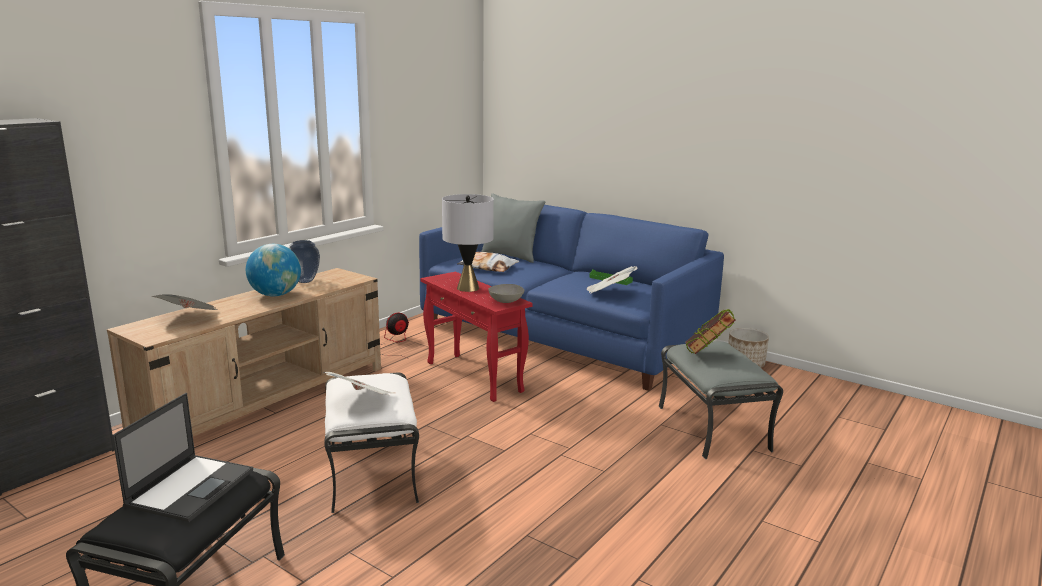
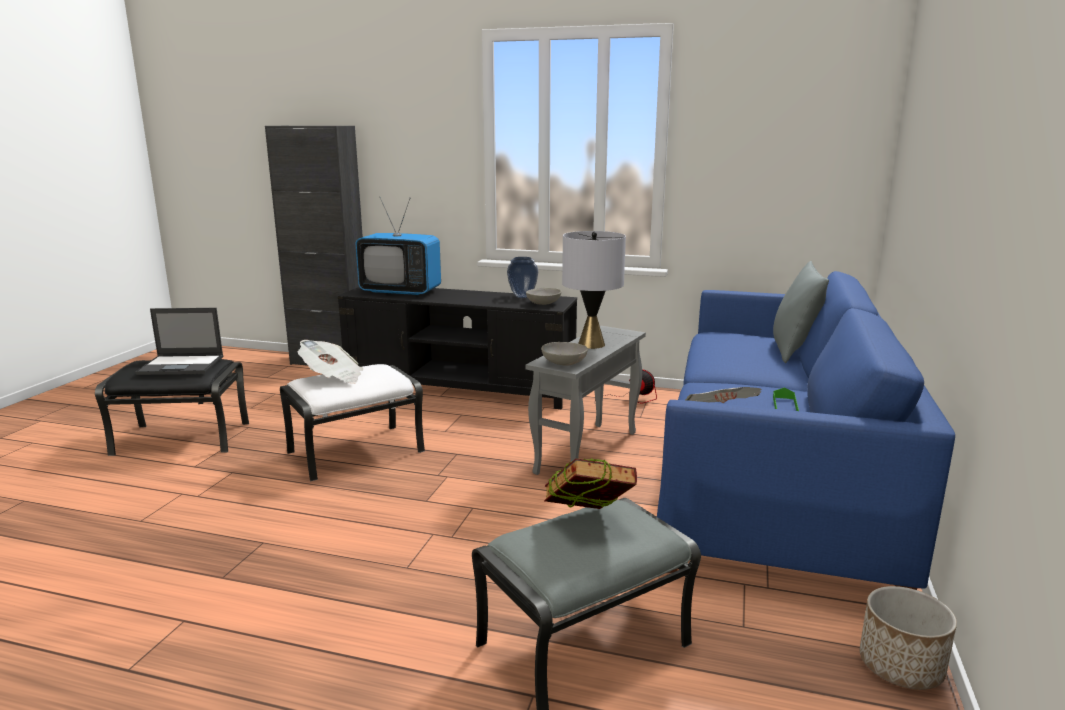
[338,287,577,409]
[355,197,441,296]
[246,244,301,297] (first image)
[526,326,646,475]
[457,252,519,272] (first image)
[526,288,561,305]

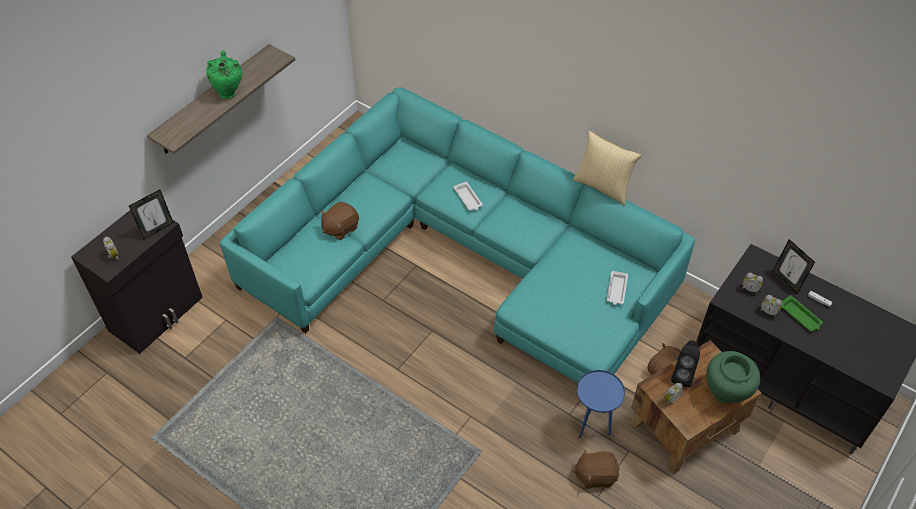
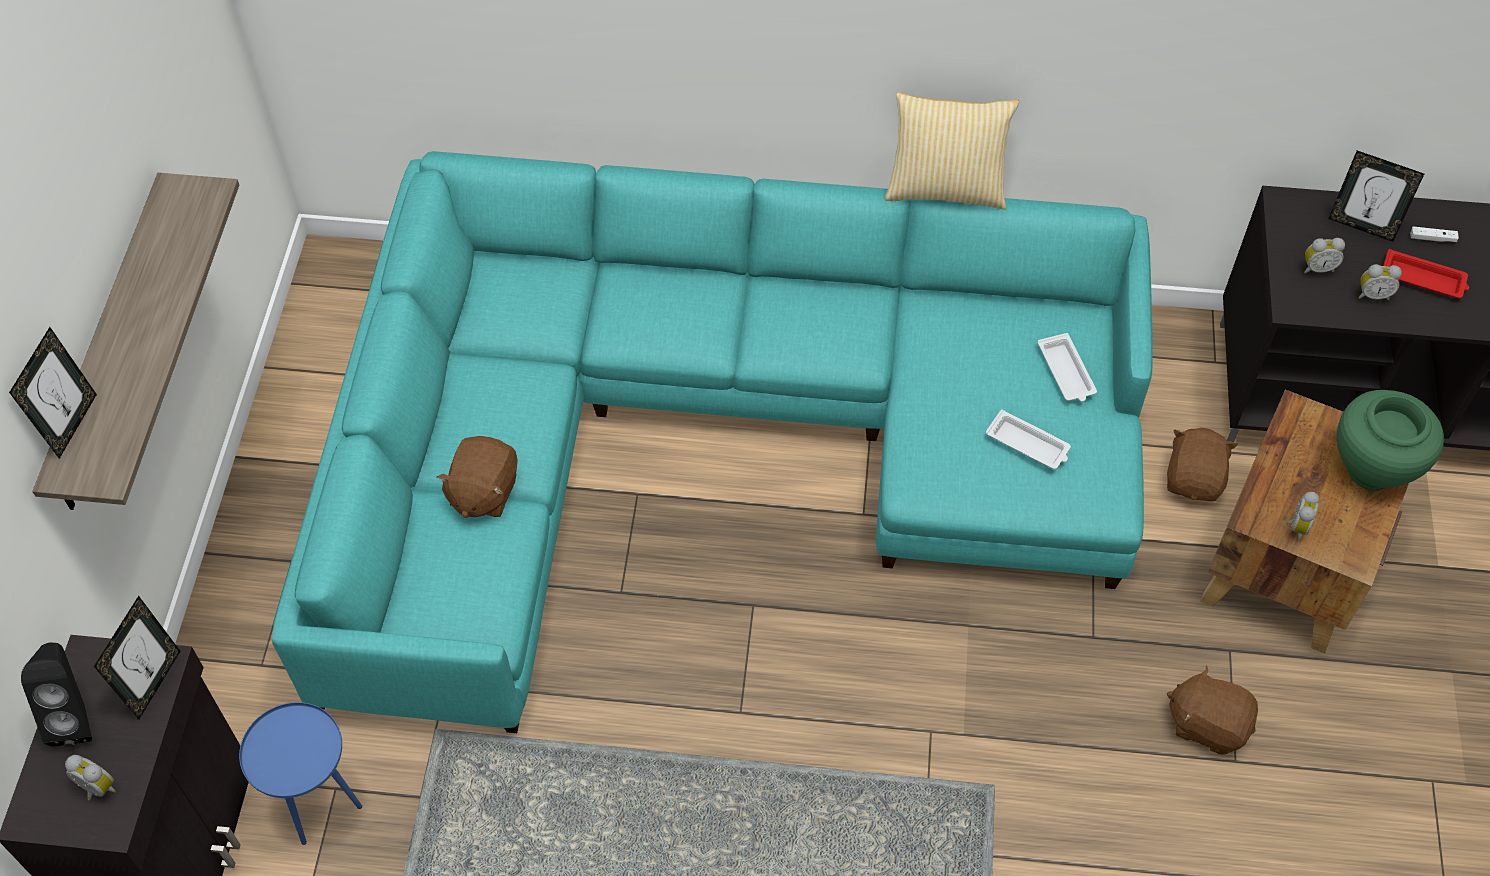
[206,50,242,99] (first image)
[986,410,1071,469]
[1167,665,1258,755]
[239,702,362,845]
[21,642,92,747]
[1383,249,1469,298]
[9,327,97,459]

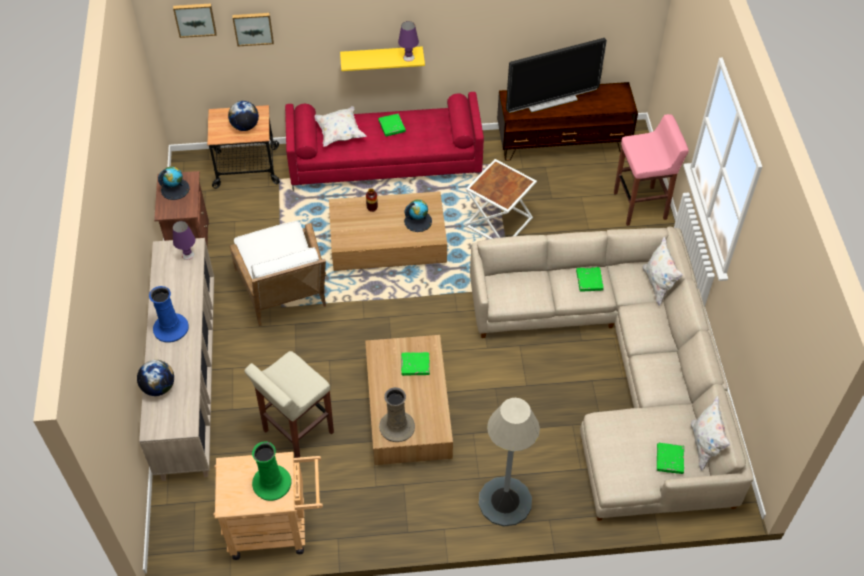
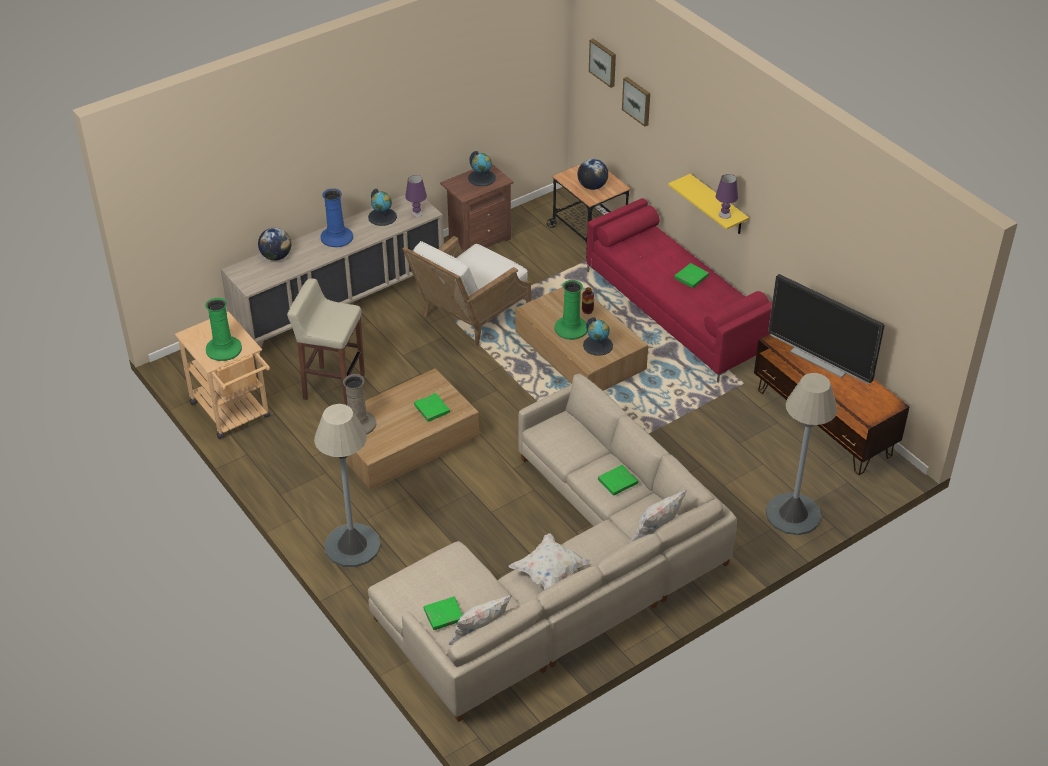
[509,533,591,590]
[464,159,537,239] (first image)
[766,373,837,535]
[368,189,397,226]
[554,280,587,340]

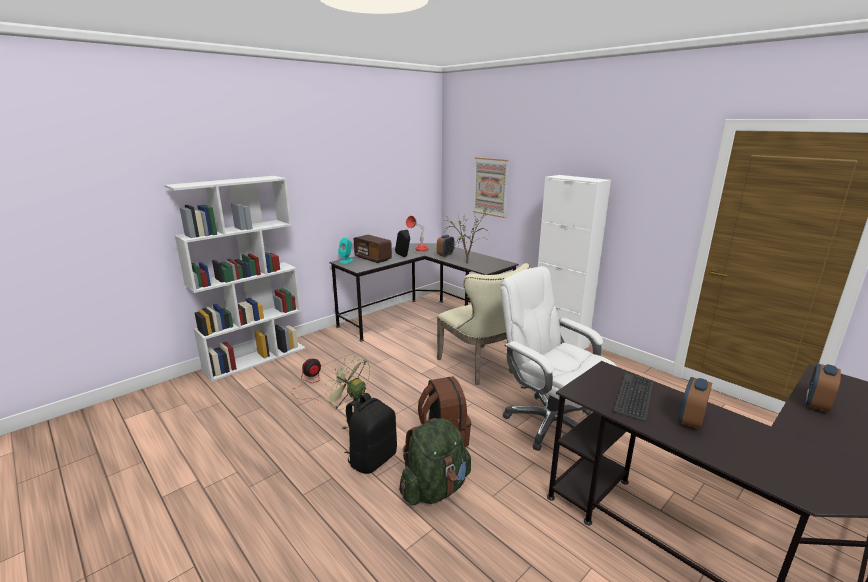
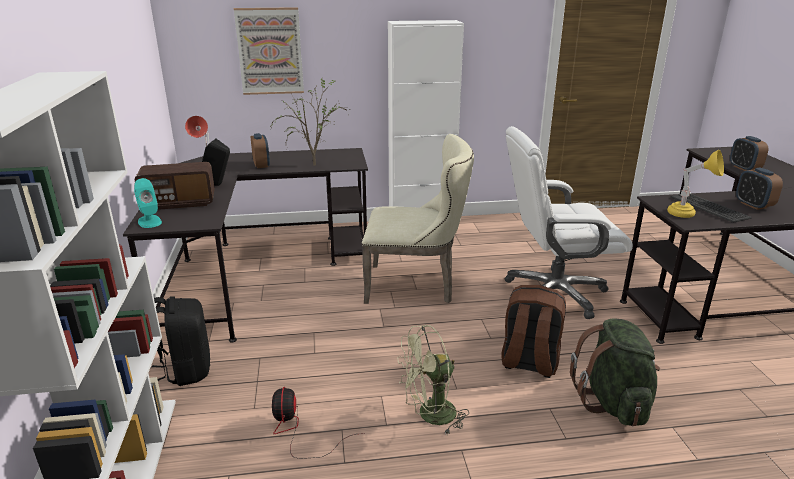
[152,297,210,386]
[667,150,724,218]

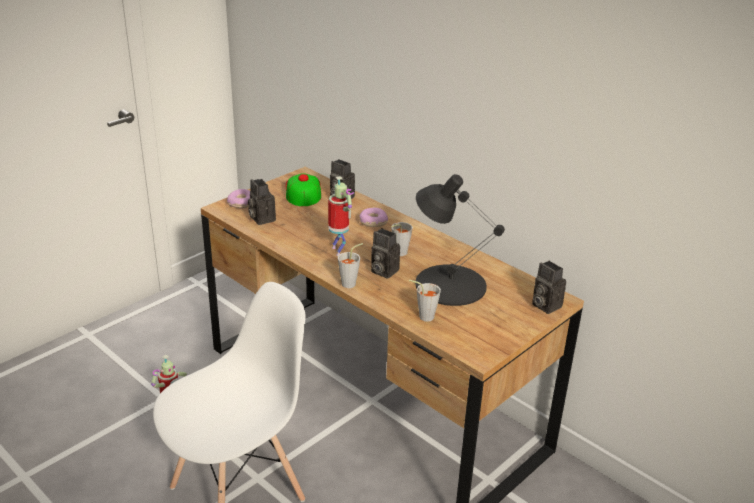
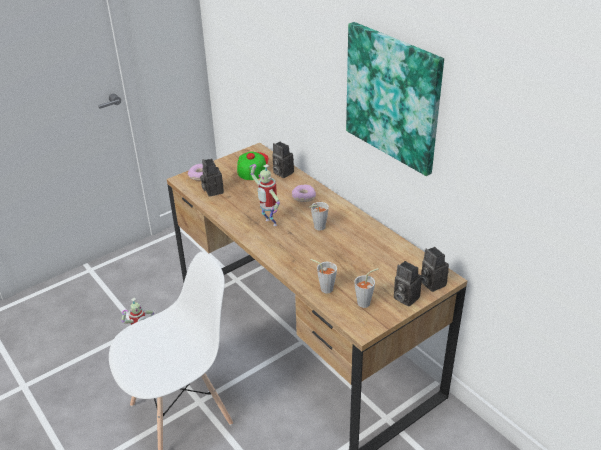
[250,164,280,226]
[354,268,378,308]
[394,261,422,307]
[415,174,505,306] (first image)
[346,22,444,176]

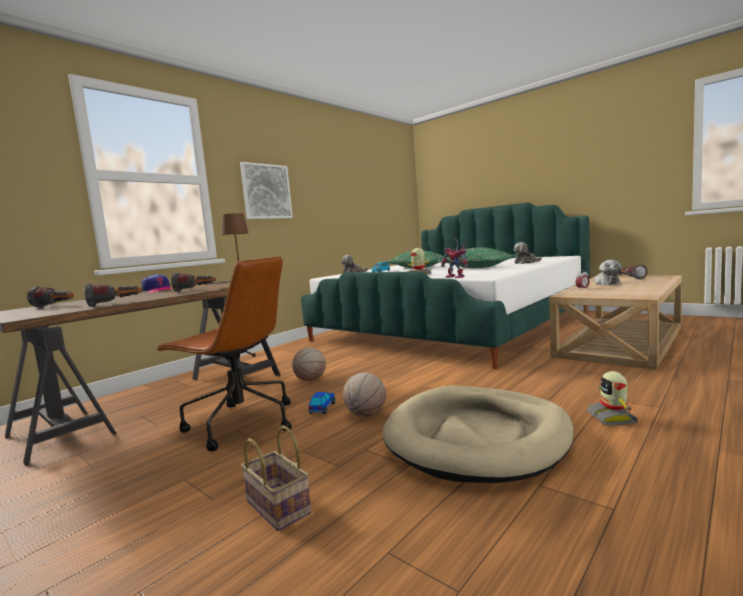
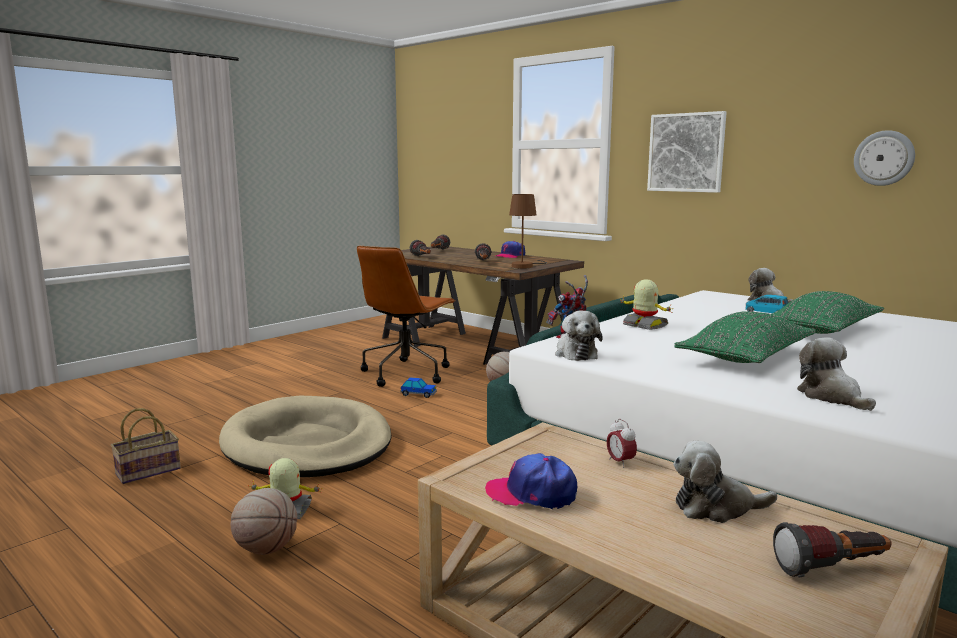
[111,408,181,484]
[231,488,297,555]
[485,453,577,510]
[555,310,603,361]
[854,130,915,186]

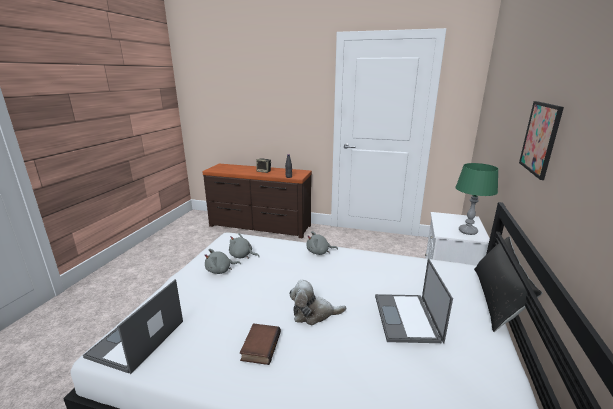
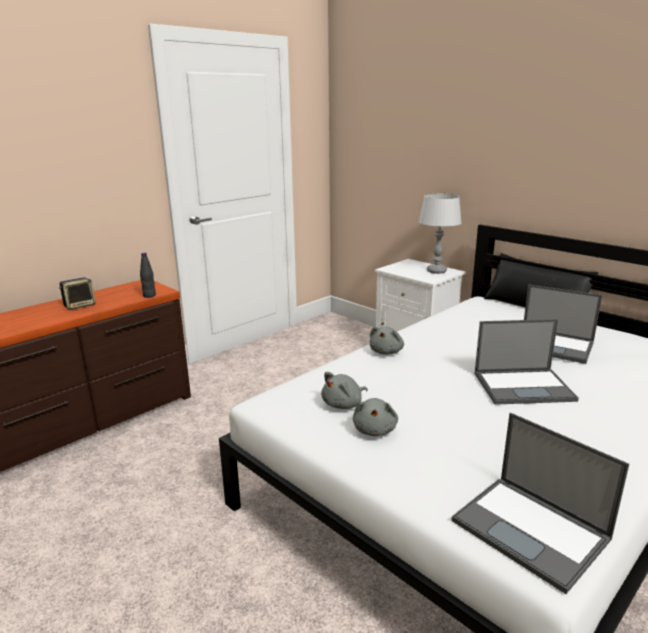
[240,323,281,365] (first image)
[475,319,579,405]
[419,194,462,274]
[519,101,564,180] (first image)

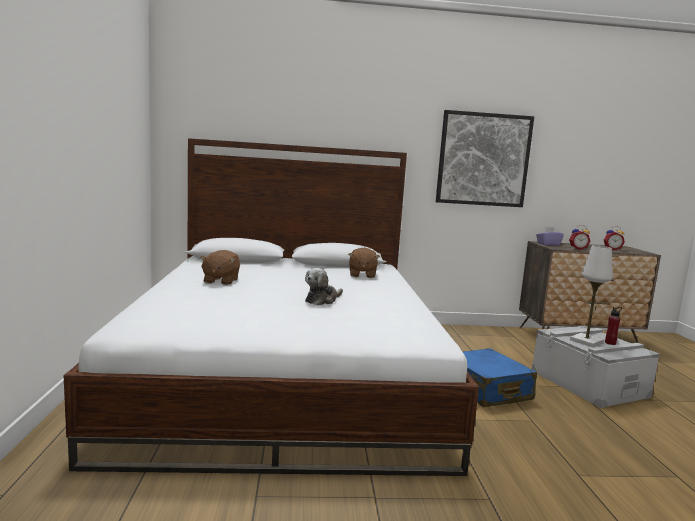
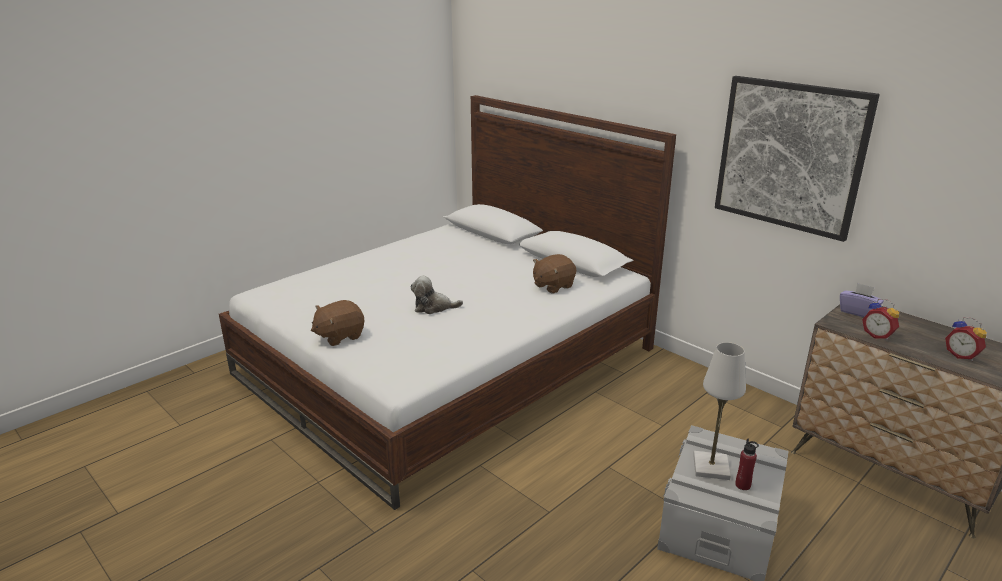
[311,300,364,346]
[463,348,537,407] (first image)

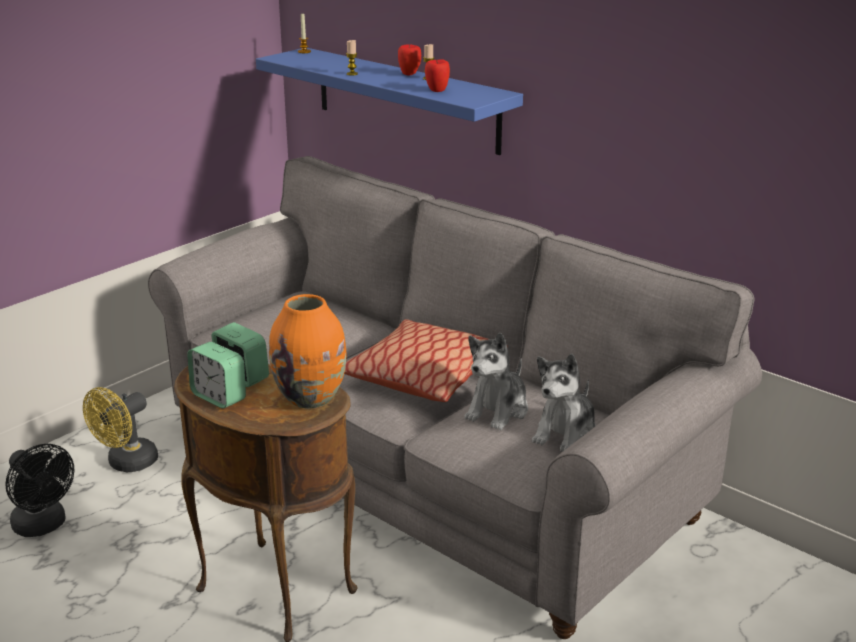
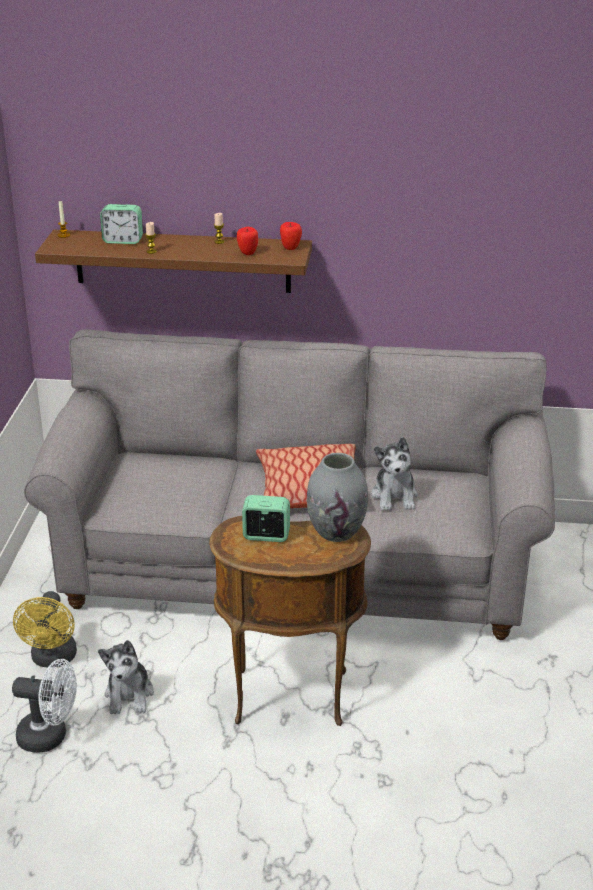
[12,659,77,753]
[100,204,143,244]
[35,230,312,293]
[307,453,368,542]
[280,222,302,250]
[98,640,154,714]

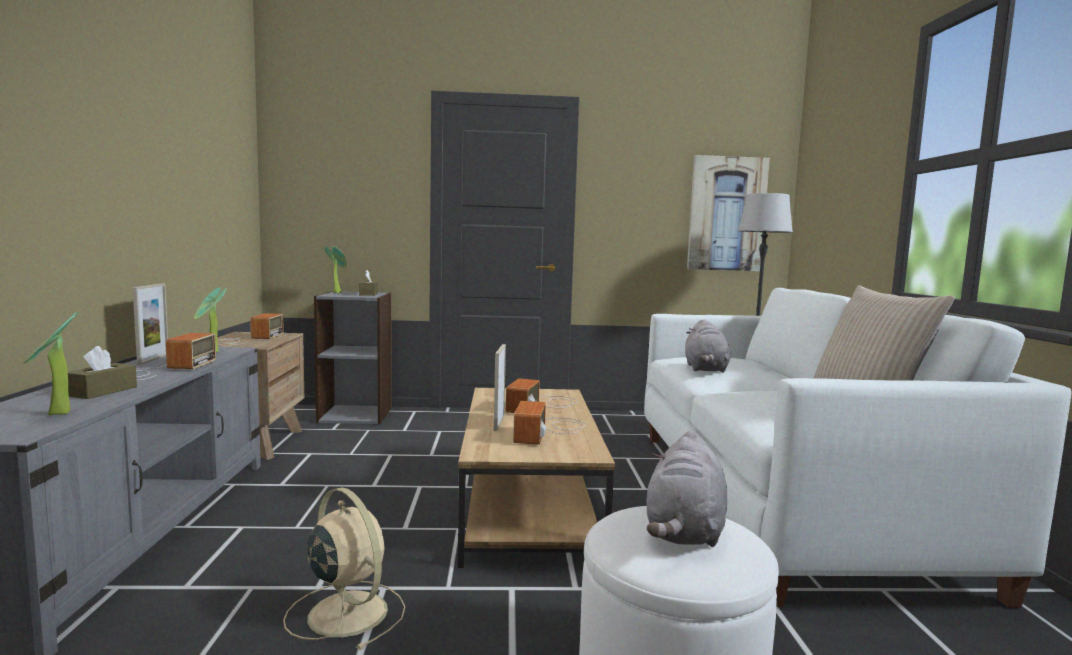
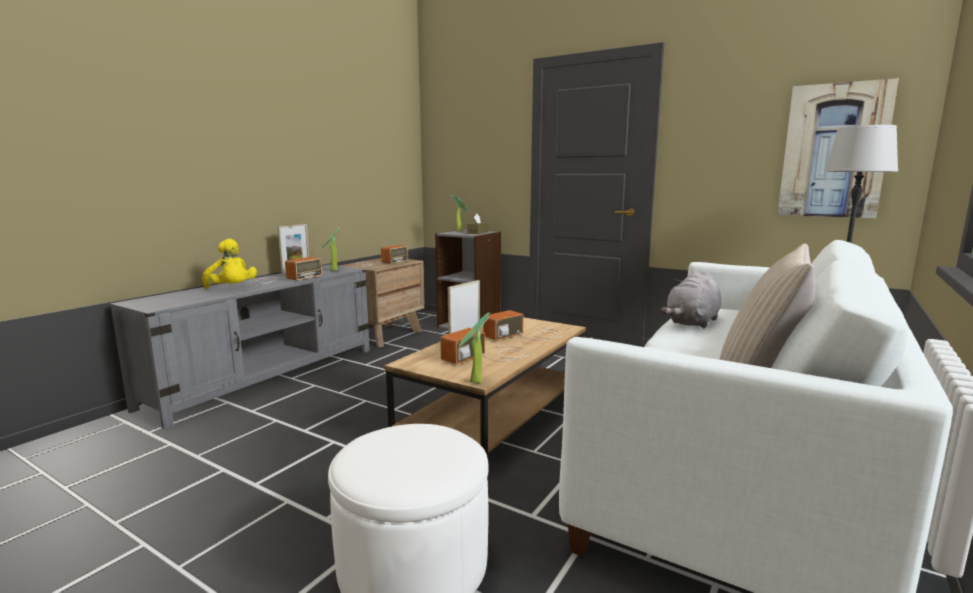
[459,313,489,383]
[202,239,257,289]
[283,487,405,650] (first image)
[646,431,727,547] (first image)

